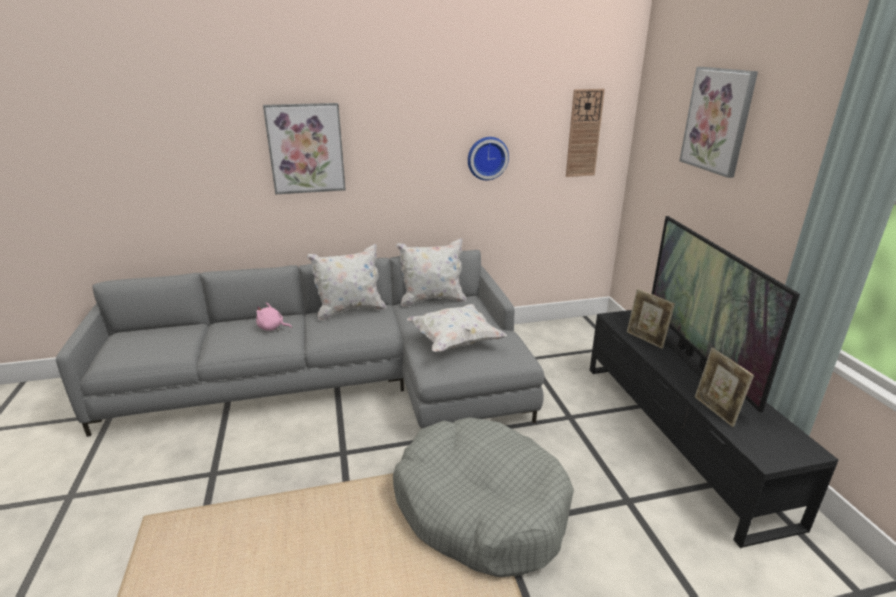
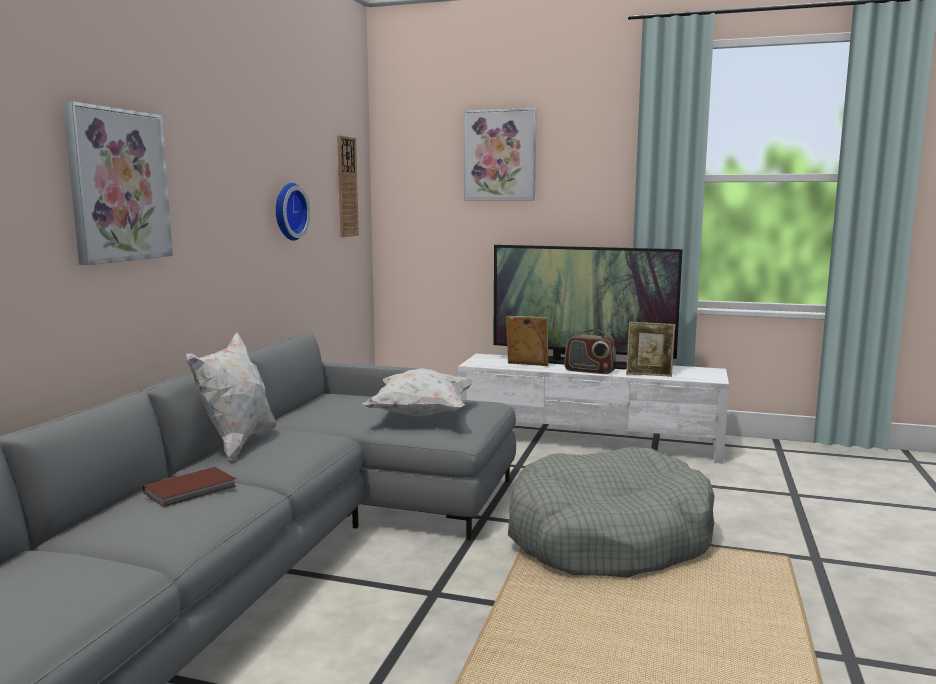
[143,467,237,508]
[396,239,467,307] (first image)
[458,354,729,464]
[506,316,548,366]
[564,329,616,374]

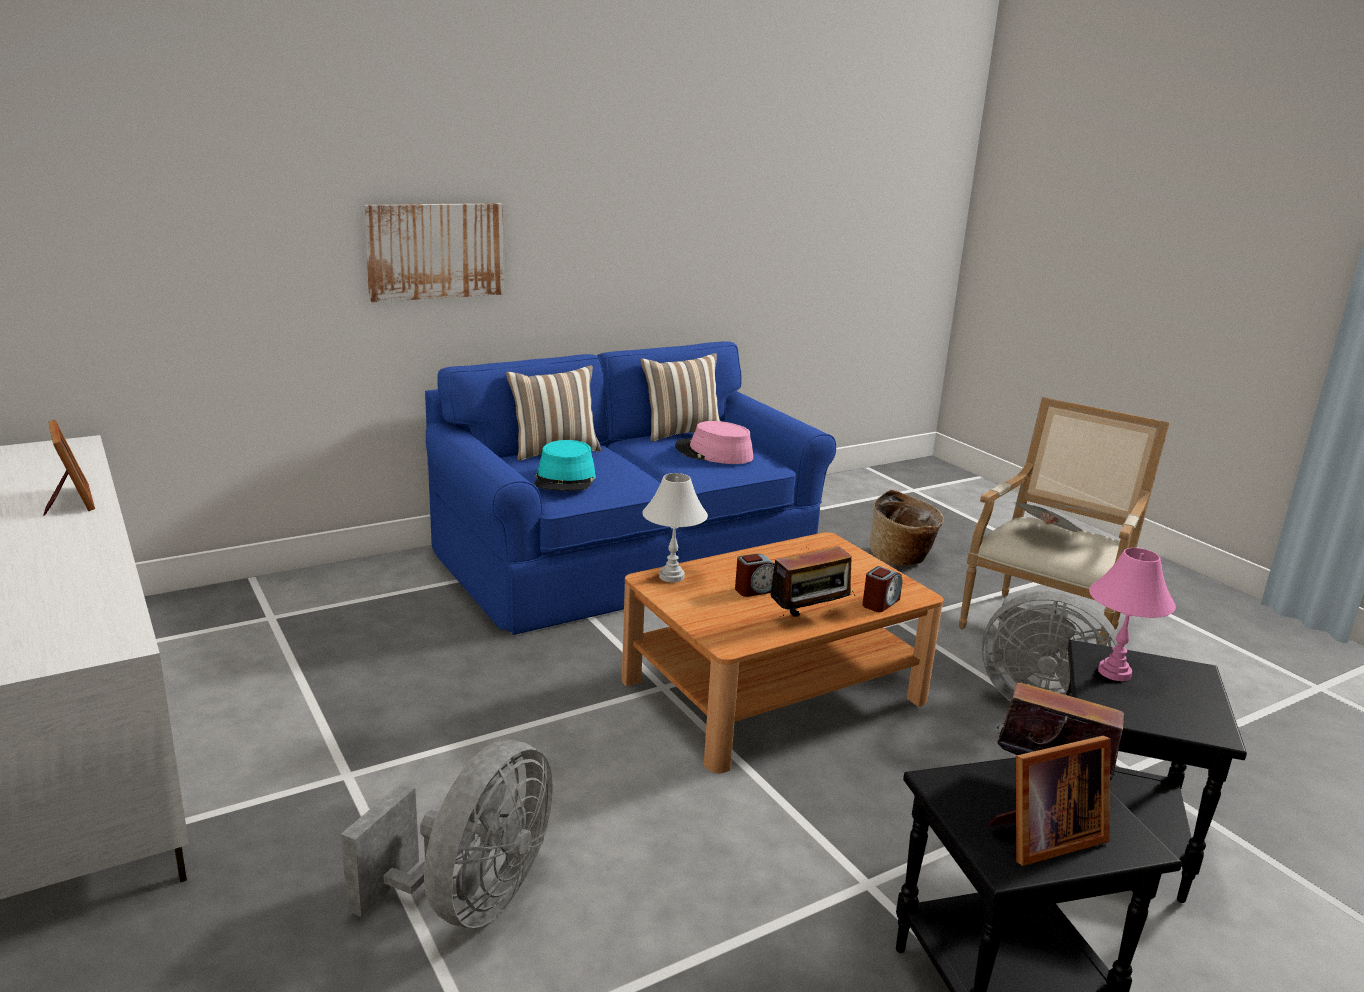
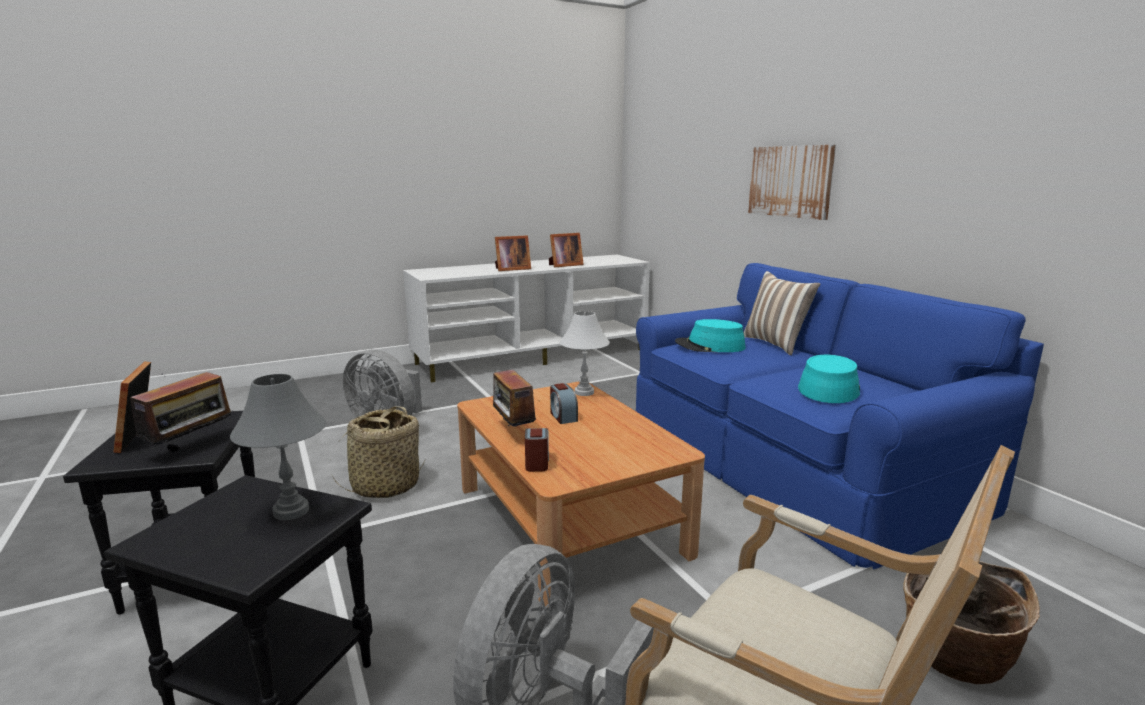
[640,353,720,442] (first image)
[798,355,860,403]
[525,428,549,472]
[1013,502,1083,533] (first image)
[230,374,326,520]
[330,406,425,498]
[495,235,531,271]

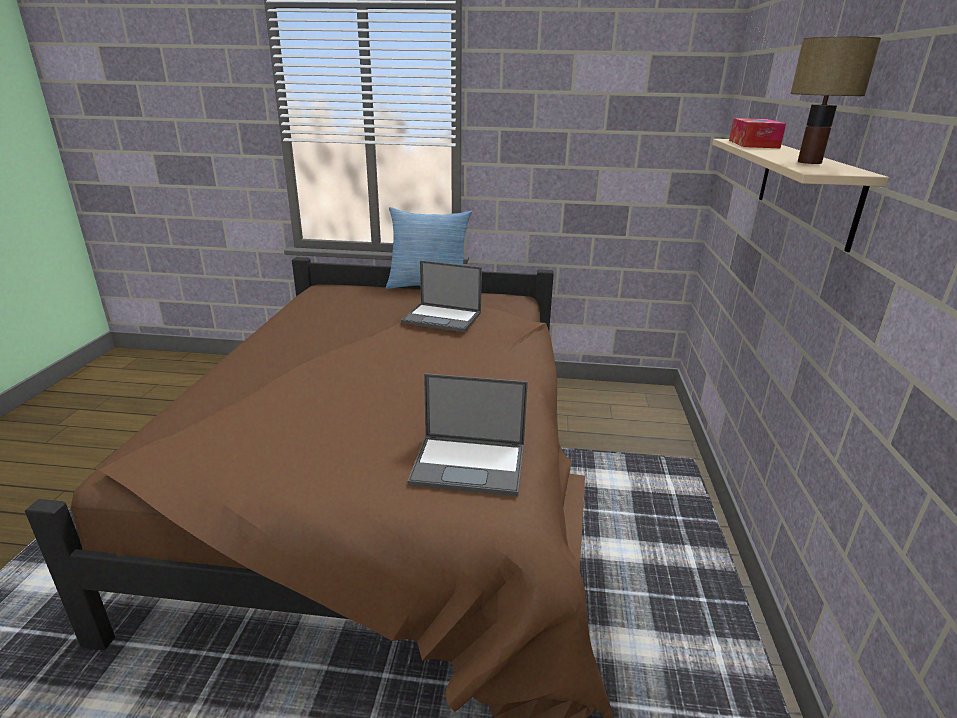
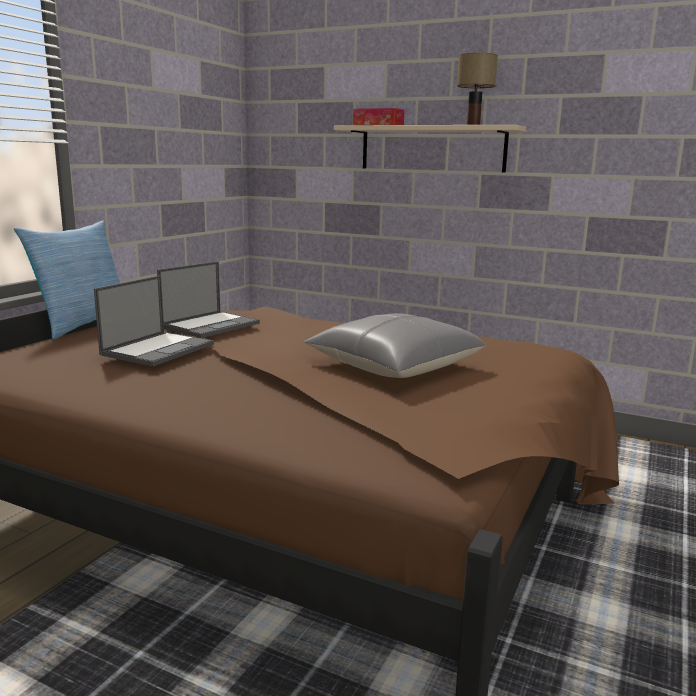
[94,275,214,366]
[303,313,486,378]

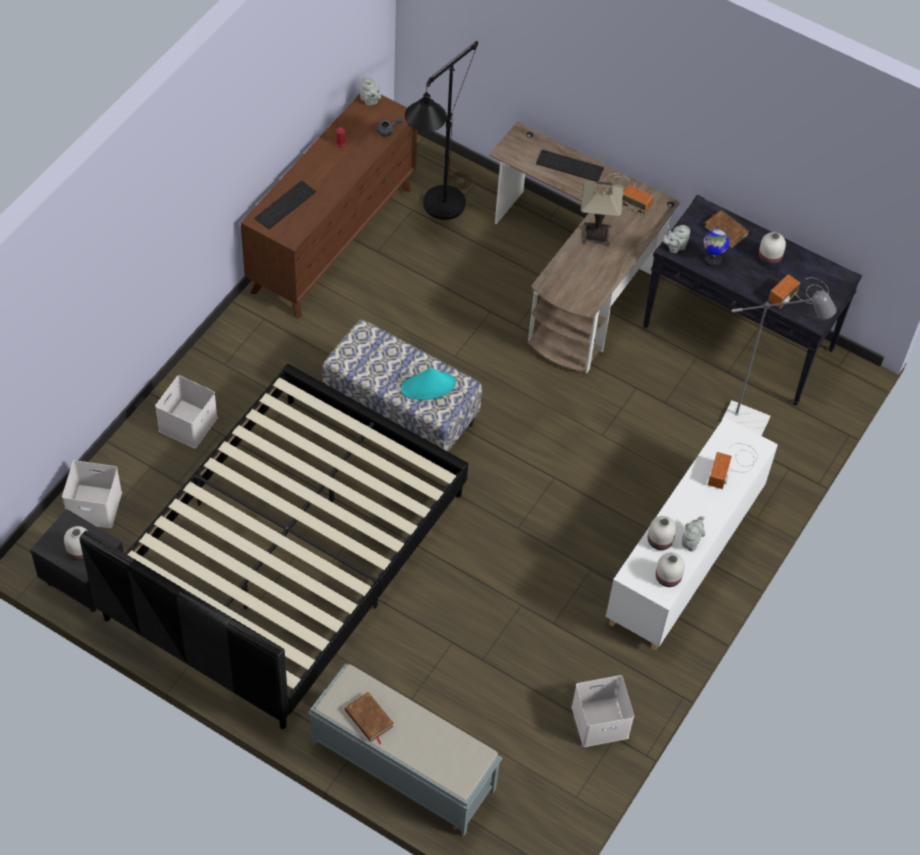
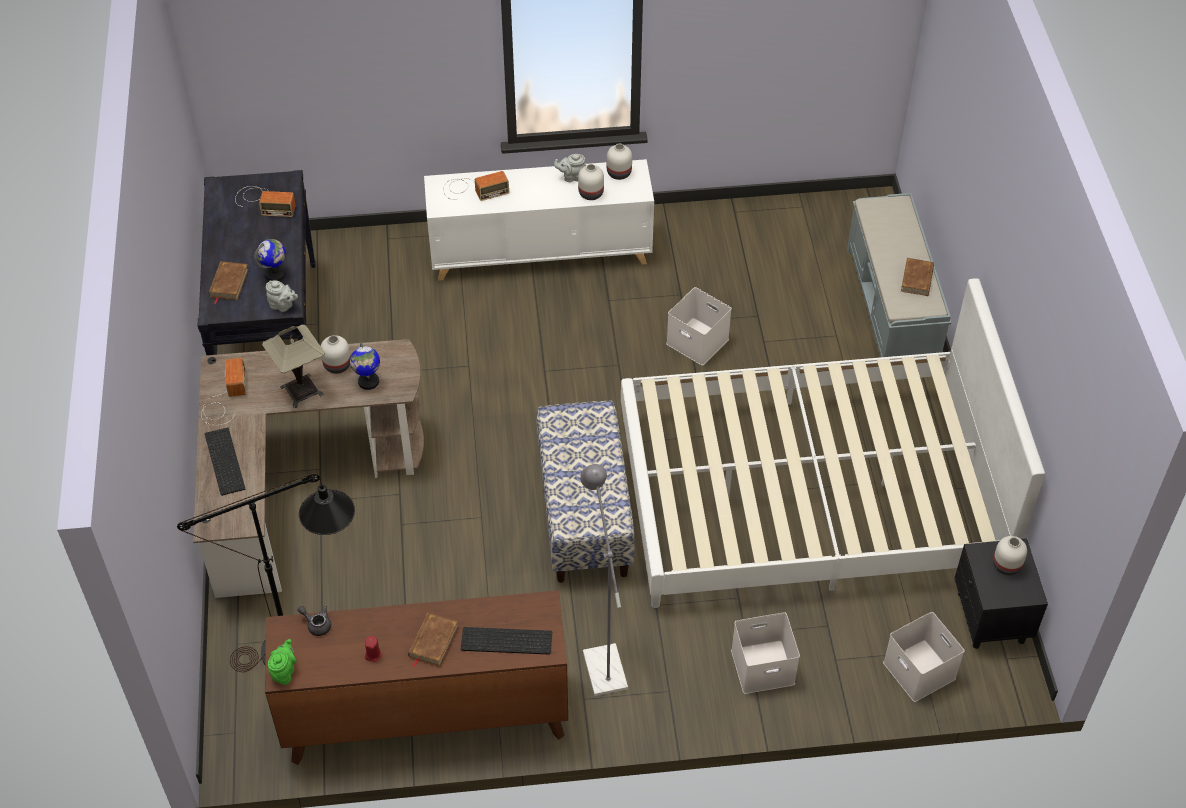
[621,278,1045,608]
[268,639,297,685]
[401,367,456,400] (first image)
[666,287,732,365]
[580,464,628,696]
[321,335,350,374]
[350,342,380,390]
[408,612,458,667]

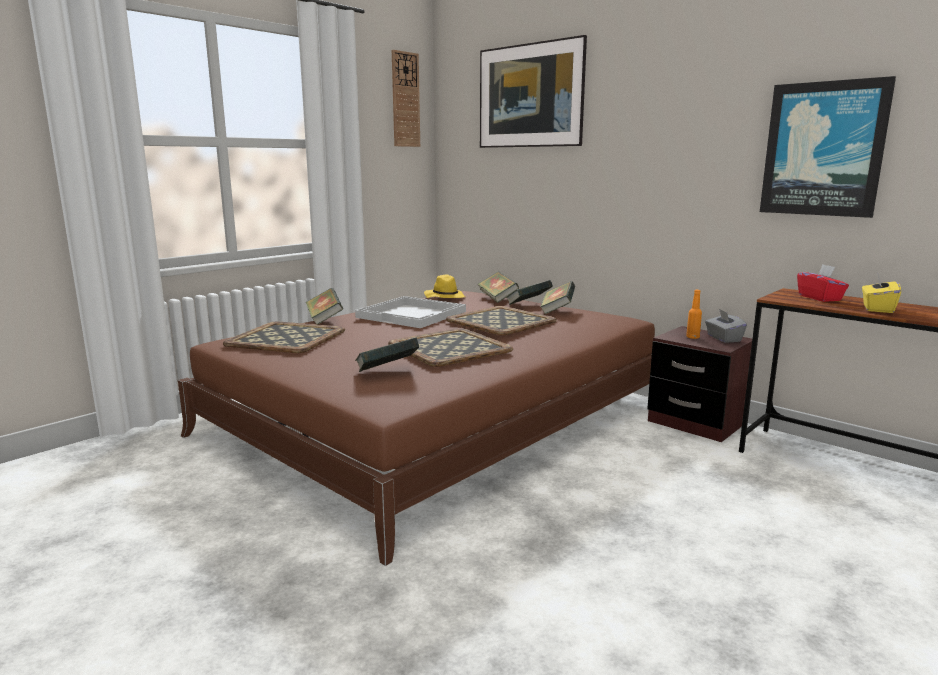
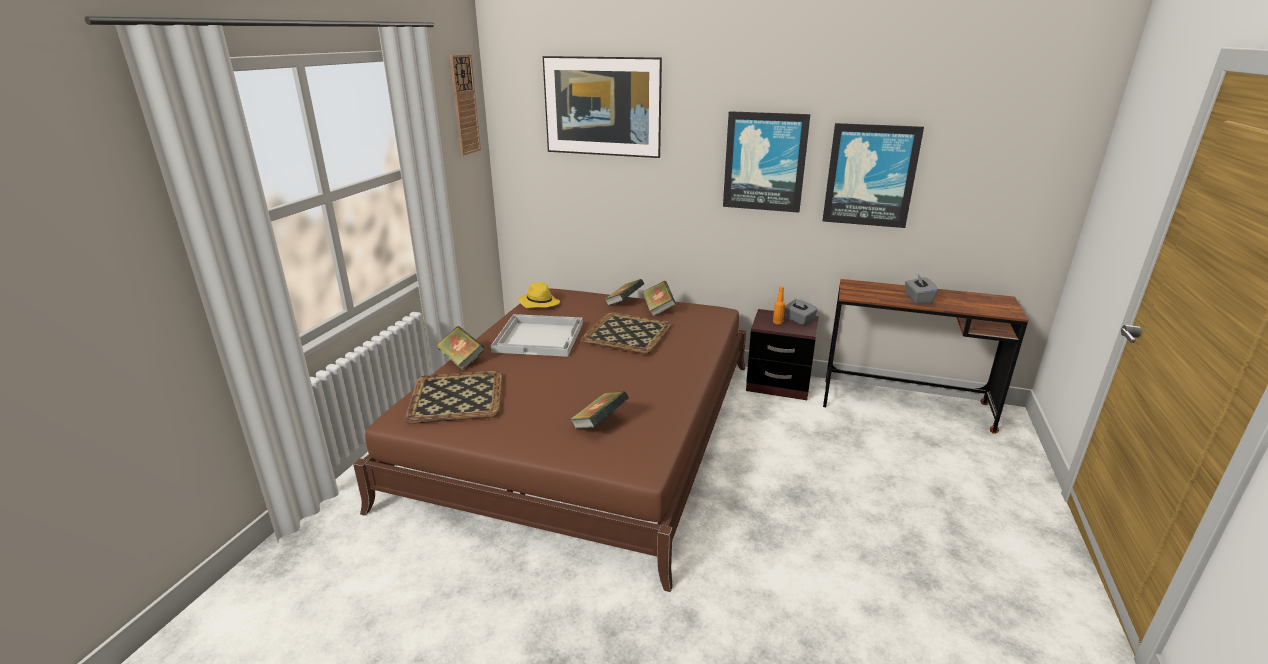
[388,328,513,367] (first image)
[478,271,519,303] (first image)
[797,264,849,302] (first image)
[905,274,938,304]
[723,111,811,213]

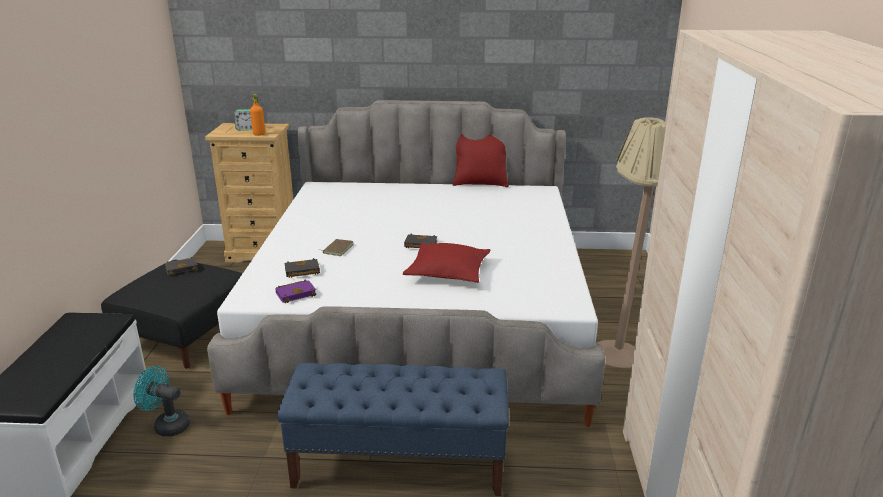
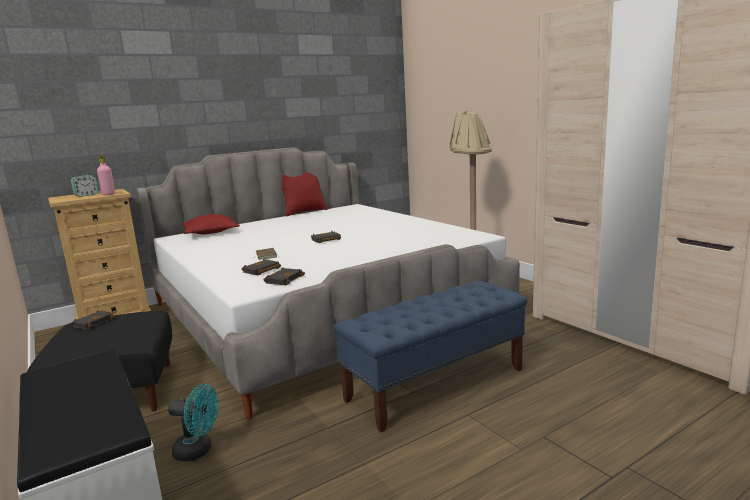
[168,384,219,461]
[97,155,115,195]
[263,267,305,285]
[181,214,240,234]

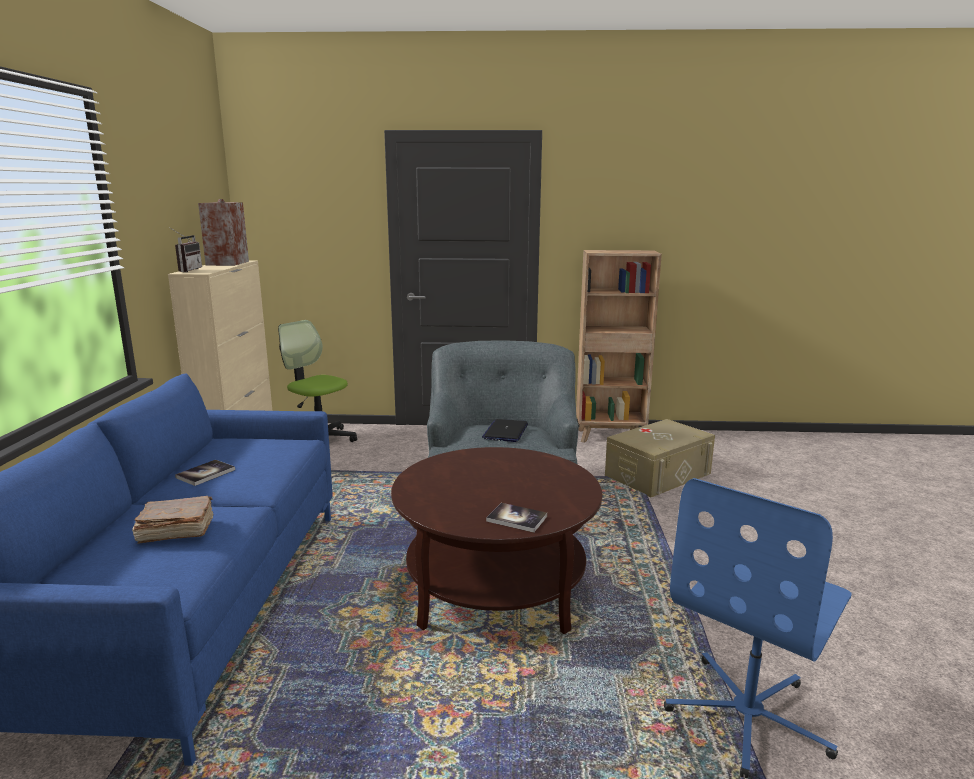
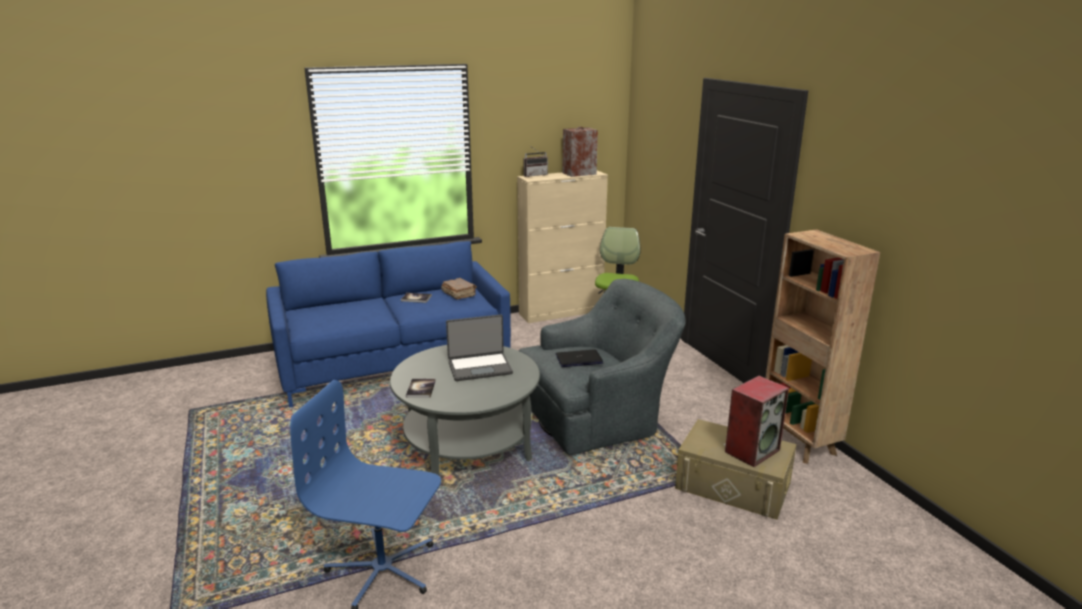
[441,278,477,300]
[390,345,540,475]
[446,315,513,381]
[725,376,789,467]

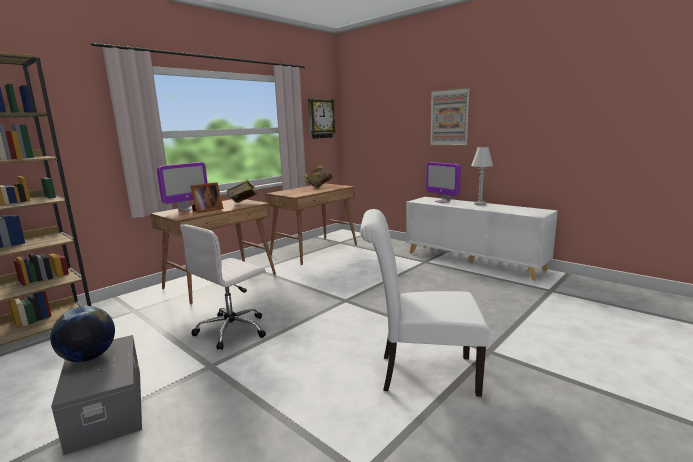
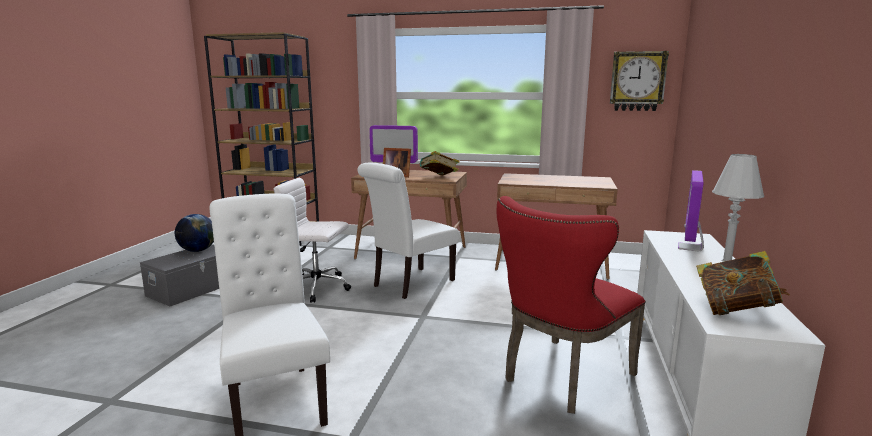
[696,251,789,315]
[430,87,470,146] (first image)
[357,163,459,299]
[497,196,646,414]

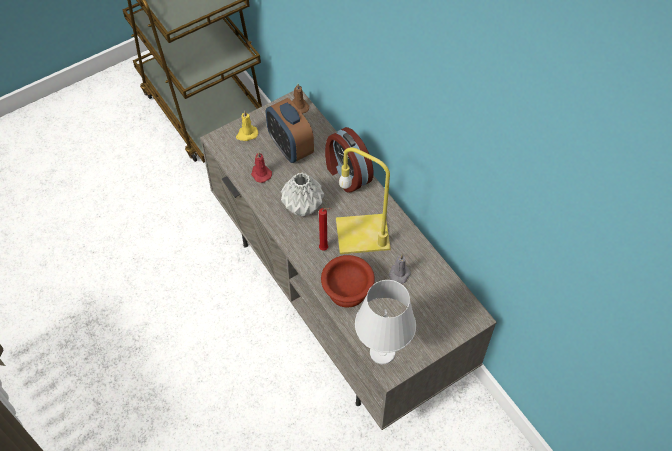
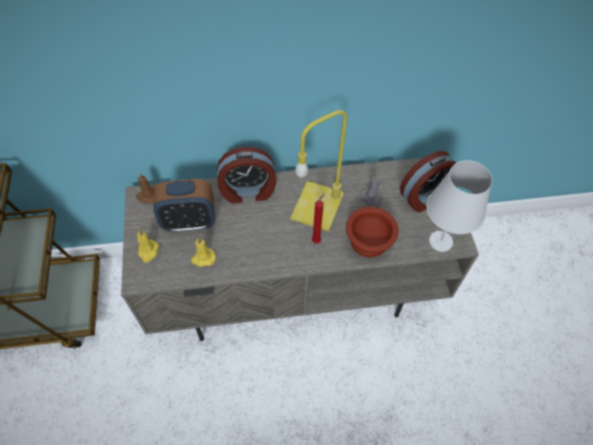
[191,237,216,267]
[281,173,324,217] (first image)
[400,151,456,213]

